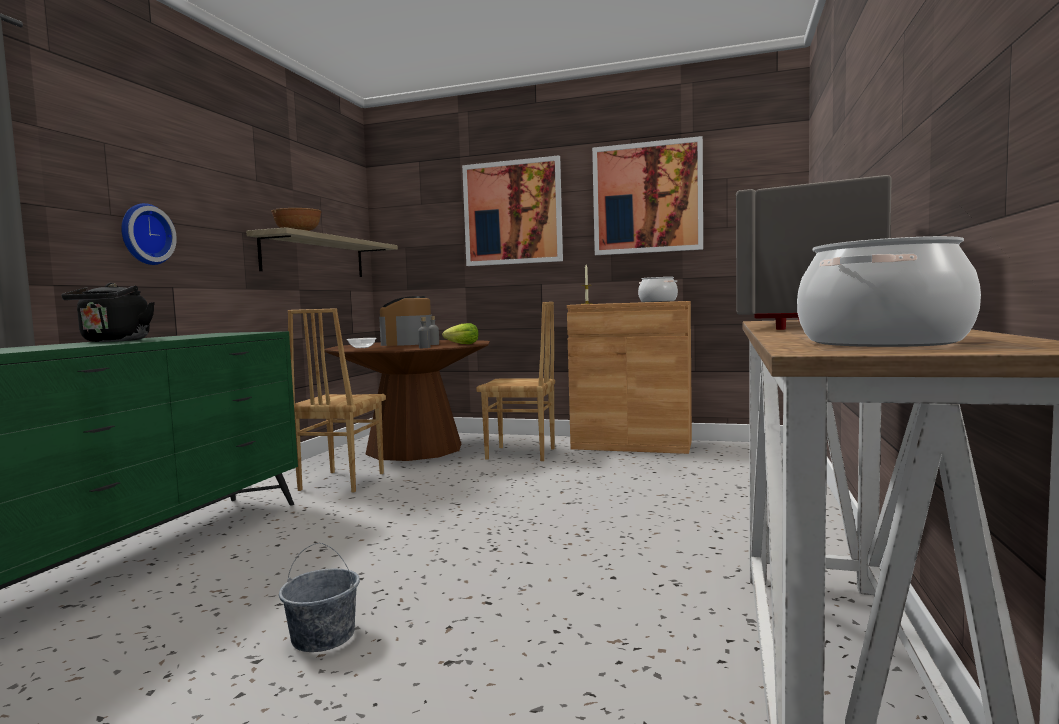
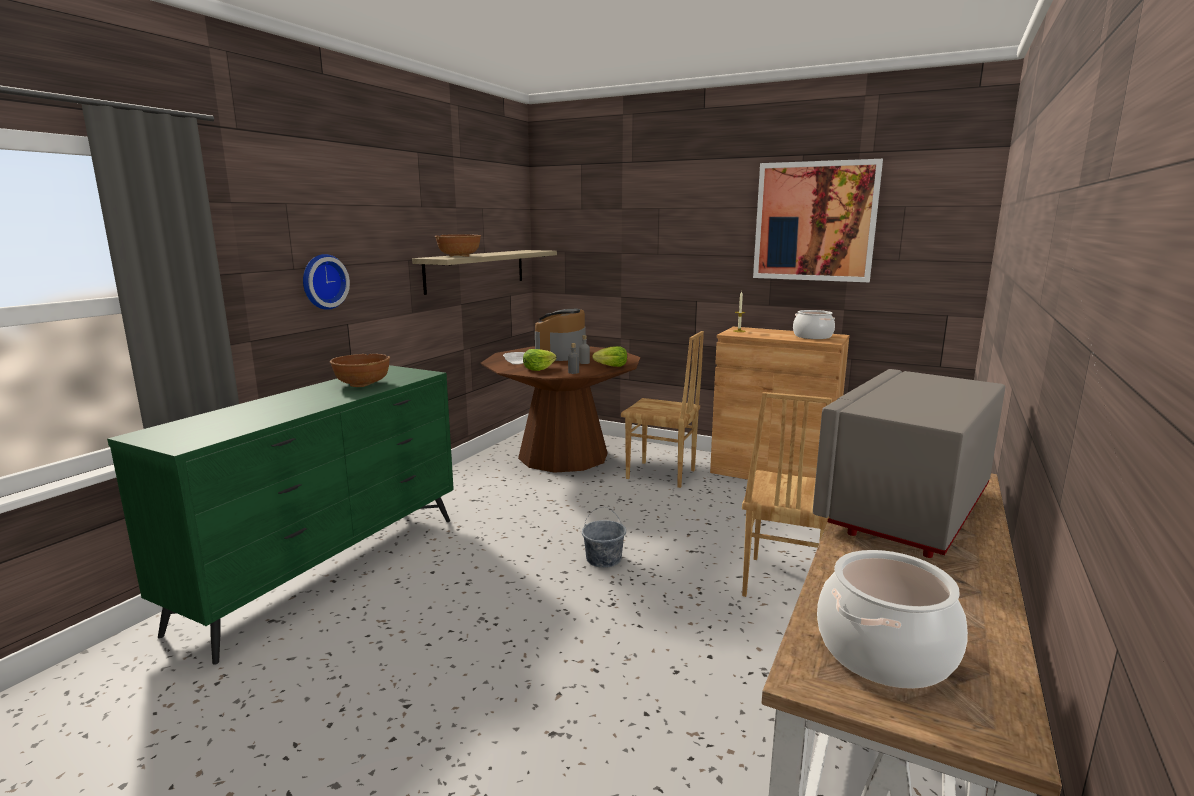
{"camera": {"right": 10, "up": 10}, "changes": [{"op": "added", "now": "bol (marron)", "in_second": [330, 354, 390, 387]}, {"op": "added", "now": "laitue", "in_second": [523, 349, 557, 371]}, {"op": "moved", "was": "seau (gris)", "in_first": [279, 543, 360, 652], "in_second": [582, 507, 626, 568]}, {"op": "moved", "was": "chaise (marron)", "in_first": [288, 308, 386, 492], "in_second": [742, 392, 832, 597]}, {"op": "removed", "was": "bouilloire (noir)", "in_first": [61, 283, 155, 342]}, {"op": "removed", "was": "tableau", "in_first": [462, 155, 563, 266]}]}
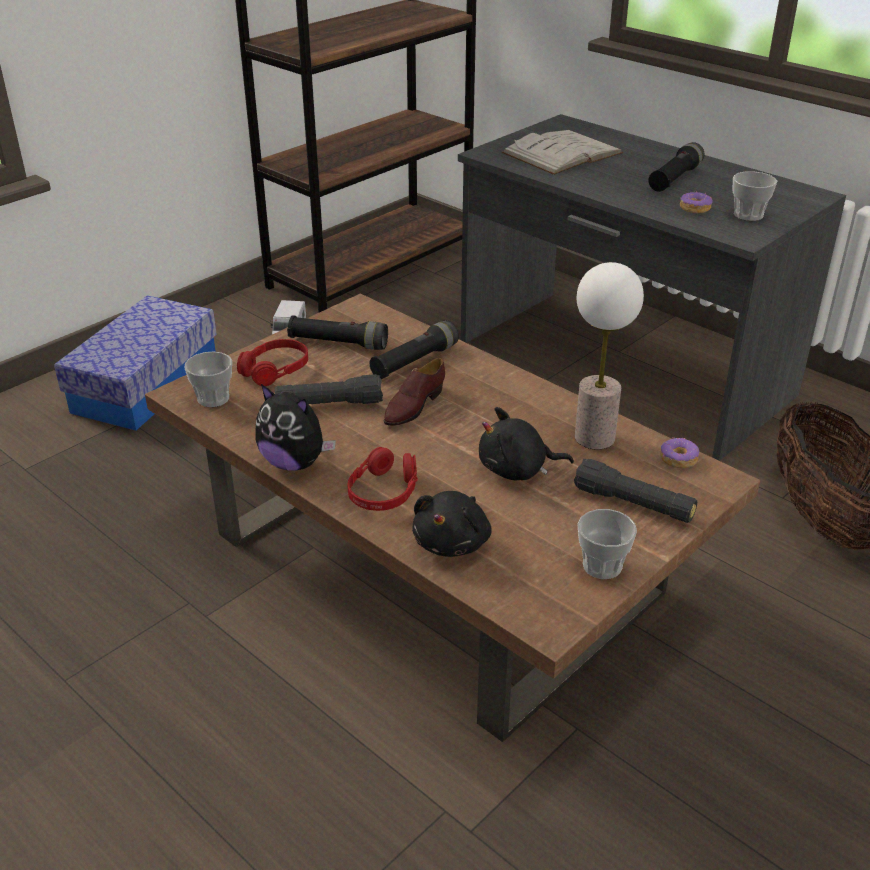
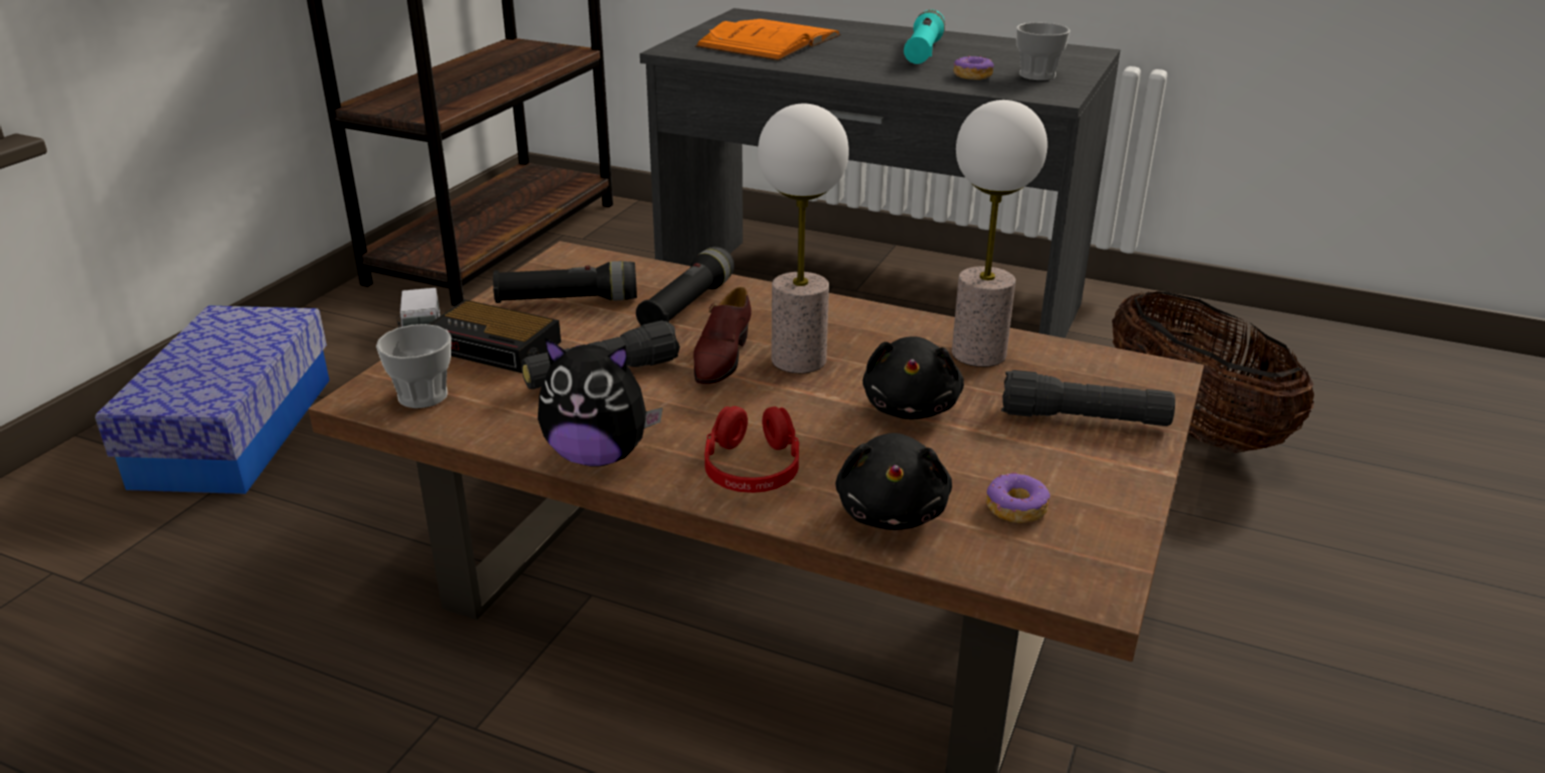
{"camera": {"right": -20, "up": -5}, "changes": [{"op": "replaced", "was": "casque audio (rouge)", "now": "réveil", "in_first": [237, 339, 308, 386], "in_second": [428, 300, 561, 373]}, {"op": "recoloured", "was": "livre (blanc)", "now": "livre (orange)", "in_first": [501, 130, 623, 175], "in_second": [695, 19, 841, 61]}, {"op": "added", "now": "lampe de table", "in_second": [758, 104, 849, 373]}, {"op": "turned", "was": "peluche (noir)", "in_first": [479, 407, 574, 480], "in_second": [863, 336, 964, 419], "clockwise": -60}, {"op": "recoloured", "was": "lampe de poche (noir)", "now": "lampe de poche (turquoise)", "in_first": [648, 142, 704, 192], "in_second": [904, 10, 945, 64]}, {"op": "moved", "was": "beignet", "in_first": [660, 437, 700, 468], "in_second": [986, 473, 1050, 523]}, {"op": "removed", "was": "tasse", "in_first": [577, 509, 637, 579]}]}
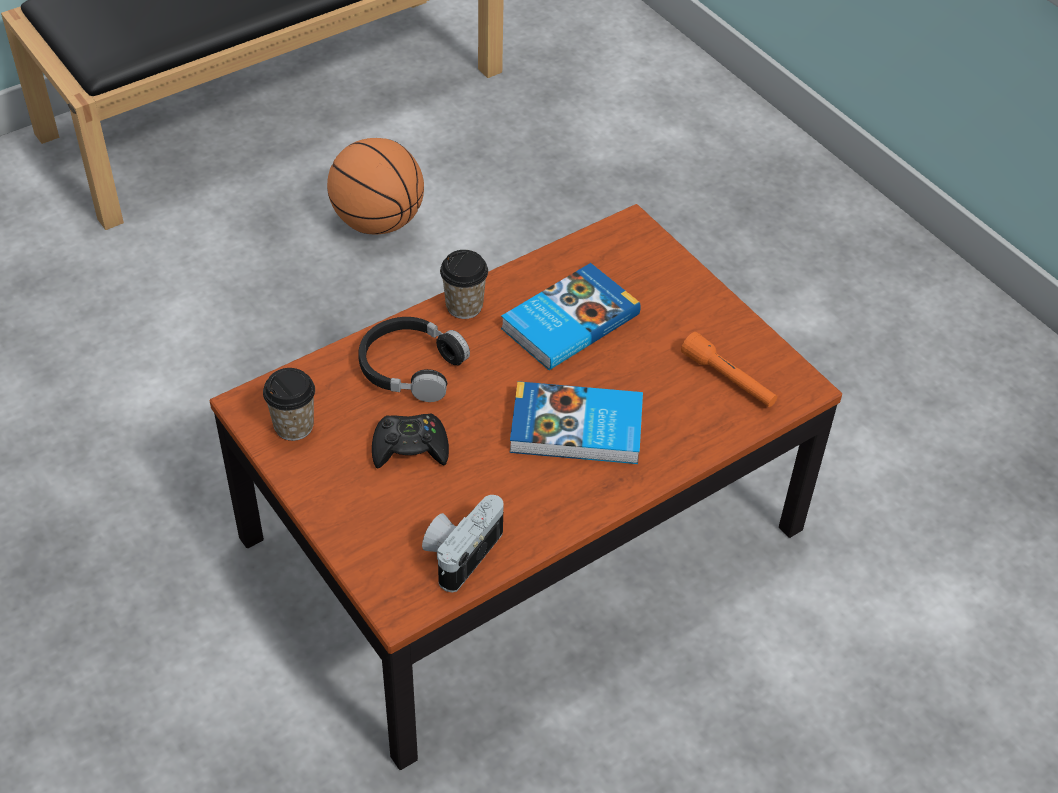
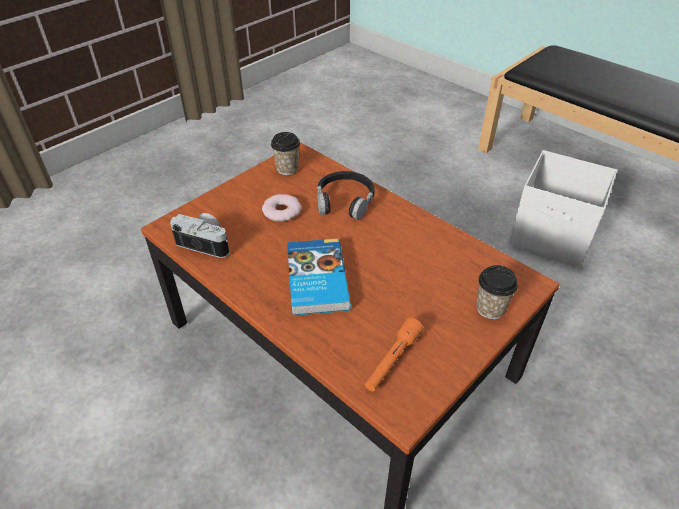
{"camera": {"right": 80, "up": -5}, "changes": [{"op": "replaced", "was": "manette (noir)", "now": "beignet", "in_first": [372, 413, 449, 469], "in_second": [262, 194, 301, 222]}, {"op": "moved", "was": "tasse", "in_first": [440, 250, 488, 319], "in_second": [476, 265, 518, 319]}, {"op": "replaced", "was": "ballon de basket", "now": "boîte de rangement (blanc)", "in_first": [327, 138, 424, 234], "in_second": [508, 150, 617, 268]}, {"op": "removed", "was": "livre", "in_first": [501, 263, 641, 370]}]}
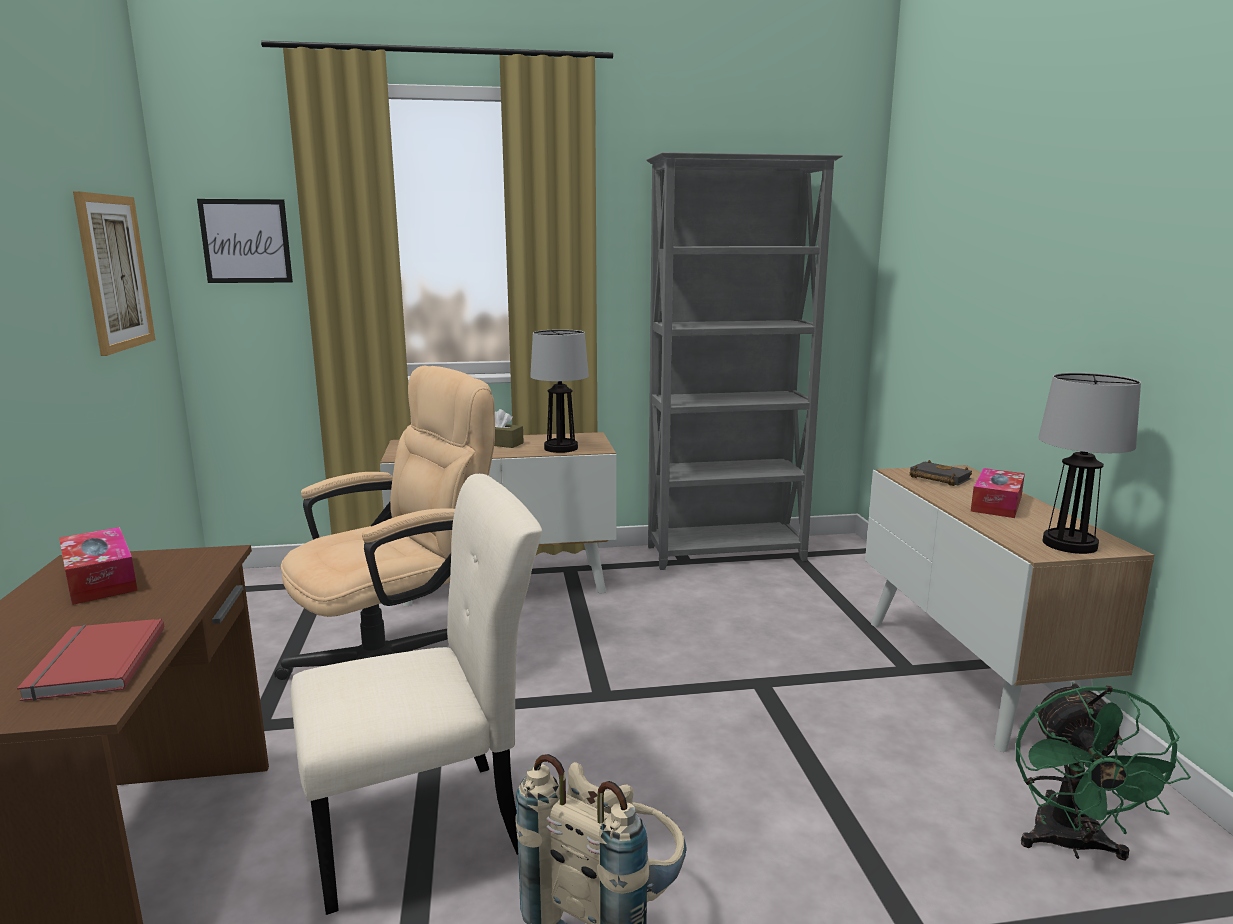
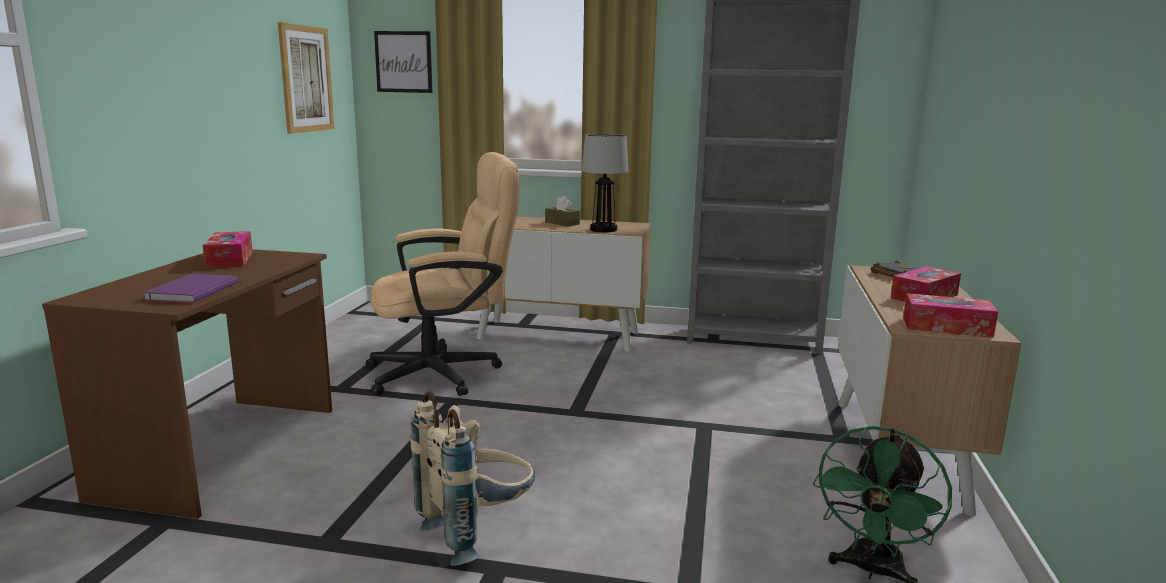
{"camera": {"right": 20, "up": 0}, "changes": [{"op": "recoloured", "was": "livre (rouge)", "now": "livre (violet)", "in_first": [17, 619, 164, 701], "in_second": [143, 273, 239, 303]}, {"op": "replaced", "was": "lampe de table", "now": "boîte à mouchoirs", "in_first": [1038, 373, 1141, 554], "in_second": [903, 293, 998, 338]}, {"op": "removed", "was": "chaise (beige)", "in_first": [291, 474, 542, 915]}]}
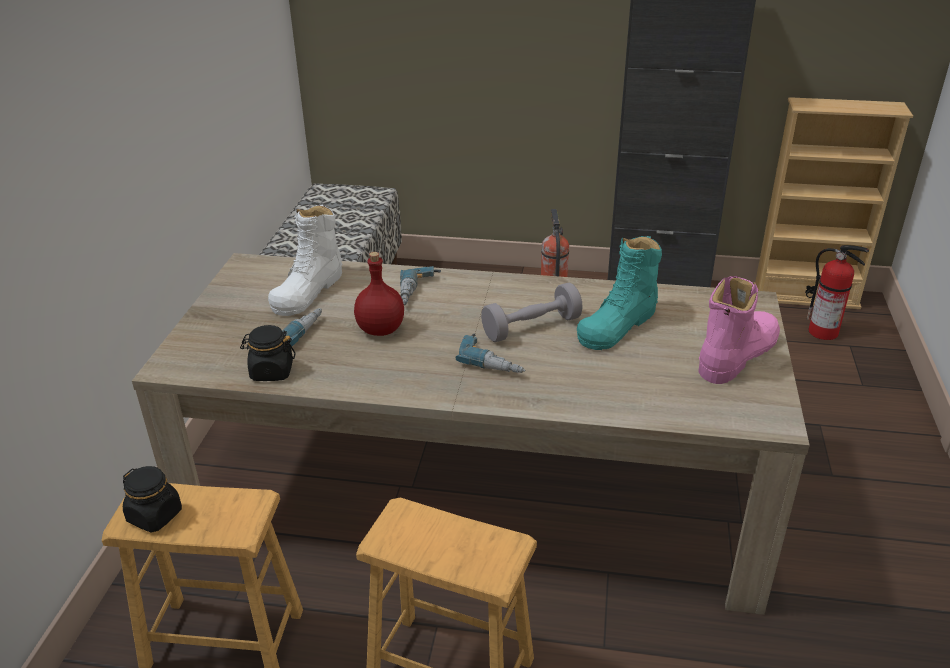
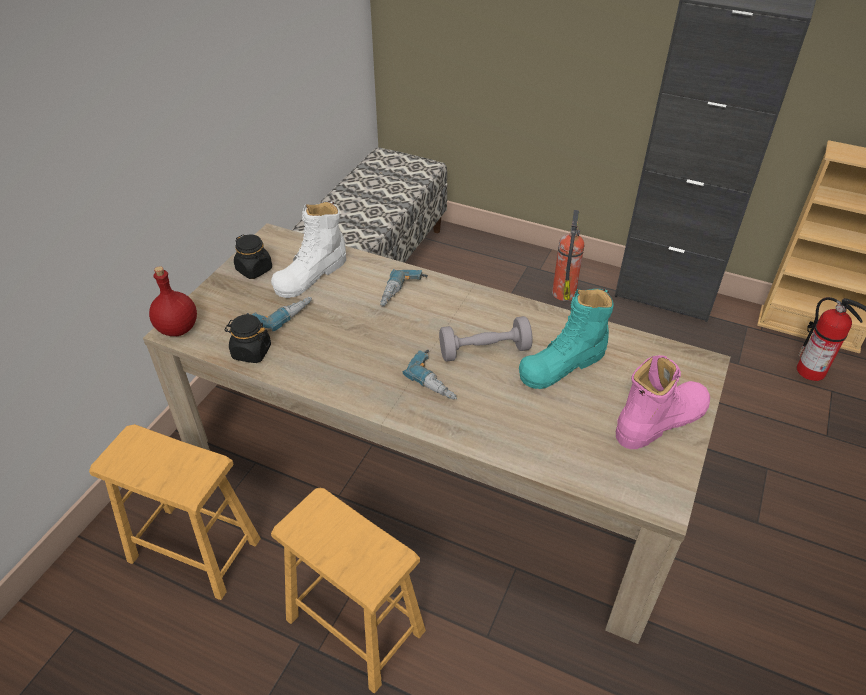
{"camera": {"right": 15, "up": 10}, "changes": [{"op": "moved", "was": "bouteille (rouge)", "in_first": [354, 252, 404, 336], "in_second": [149, 266, 197, 336]}, {"op": "moved", "was": "bocal (noir)", "in_first": [123, 466, 182, 533], "in_second": [234, 235, 272, 279]}]}
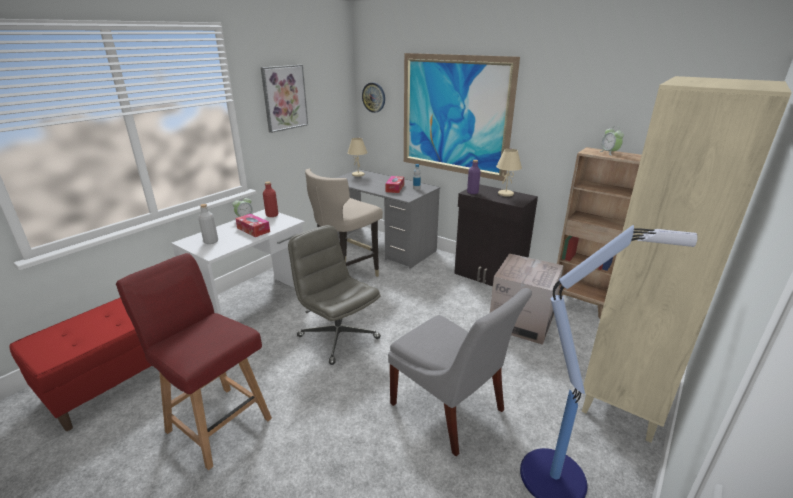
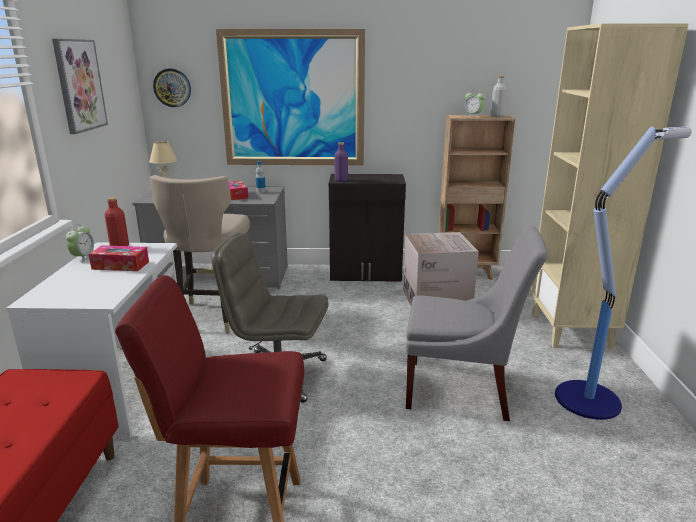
{"camera": {"right": -35, "up": -5}, "changes": [{"op": "moved", "was": "bouteille (gris)", "in_first": [198, 204, 218, 244], "in_second": [491, 76, 507, 117]}, {"op": "removed", "was": "lampe de table (beige)", "in_first": [496, 149, 522, 197]}]}
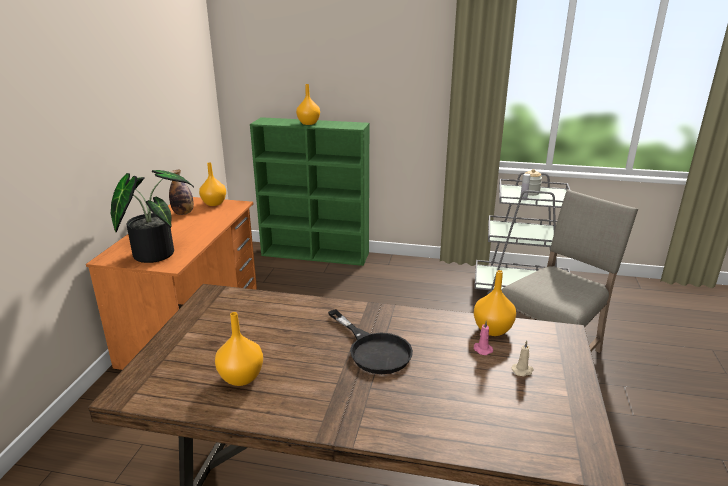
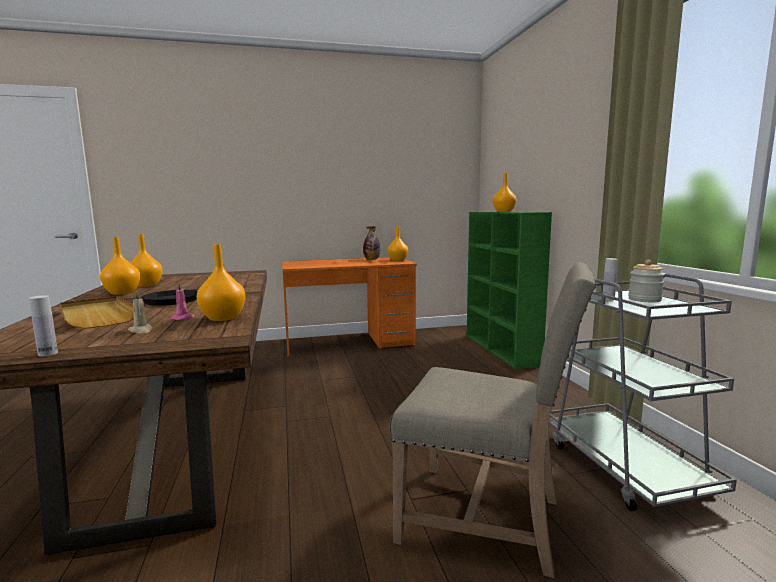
{"camera": {"right": 65, "up": -15}, "changes": [{"op": "added", "now": "bouteille (blanc)", "in_second": [29, 295, 58, 357]}, {"op": "added", "now": "plateau (beige)", "in_second": [60, 296, 134, 329]}, {"op": "added", "now": "vase (orange)", "in_second": [100, 237, 140, 295]}, {"op": "removed", "was": "plante en pot", "in_first": [111, 170, 194, 263]}]}
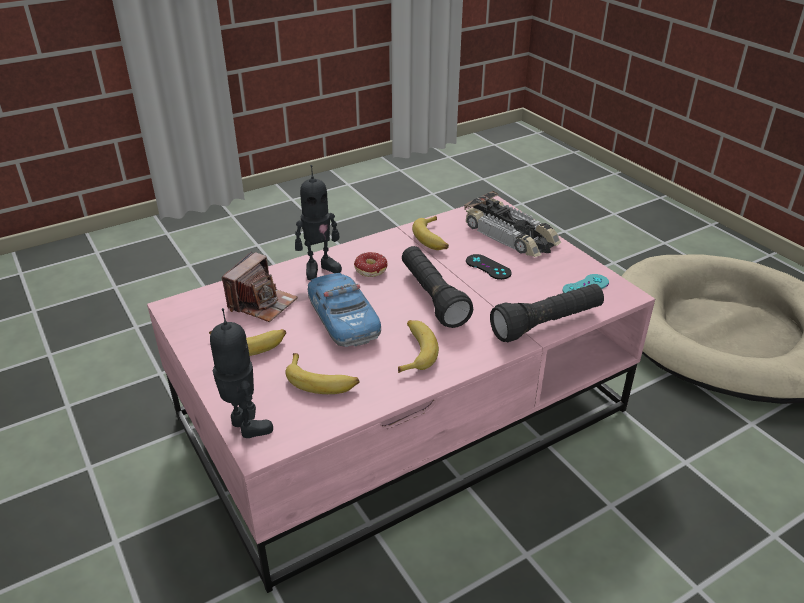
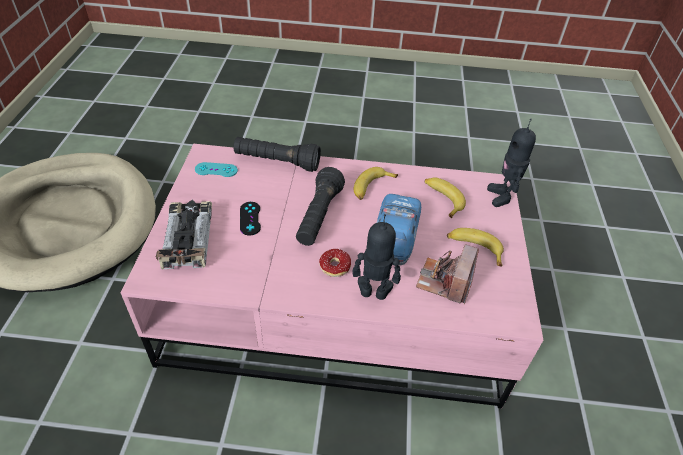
{"camera": {"right": -145, "up": 10}, "changes": [{"op": "turned", "was": "appareil photo", "in_first": [222, 252, 298, 322], "in_second": [416, 244, 479, 304], "clockwise": -45}, {"op": "removed", "was": "banane", "in_first": [412, 216, 449, 250]}]}
